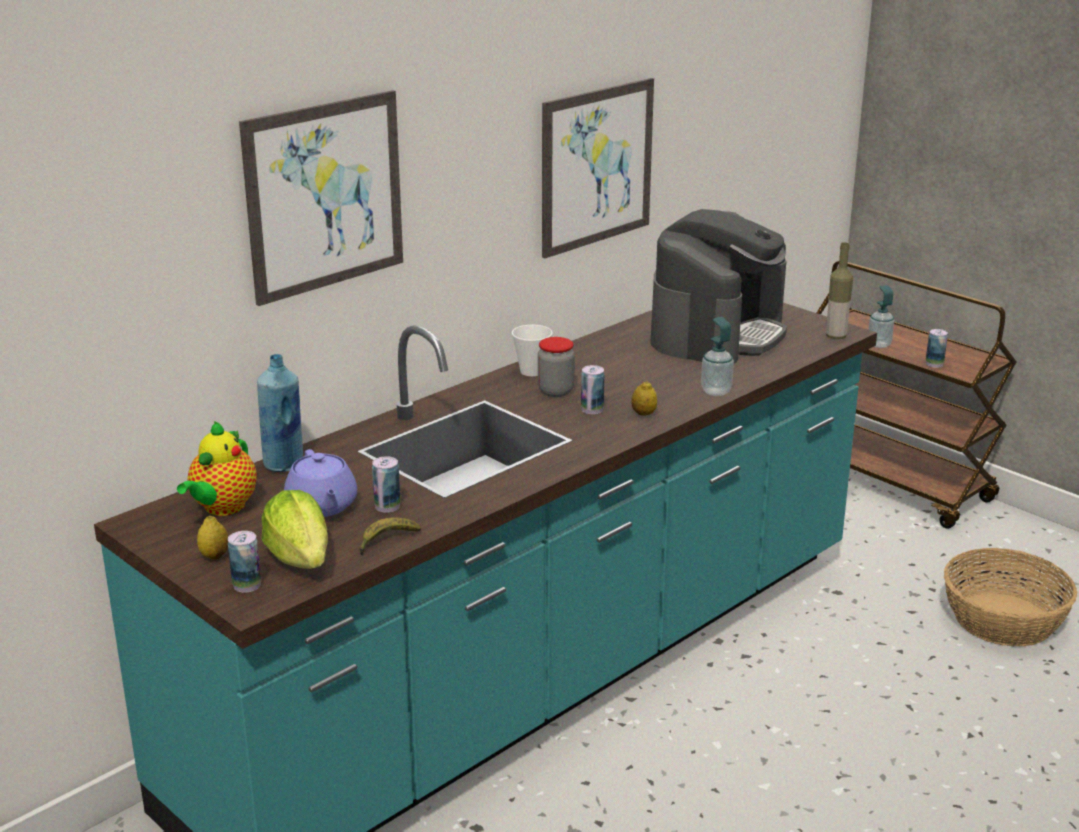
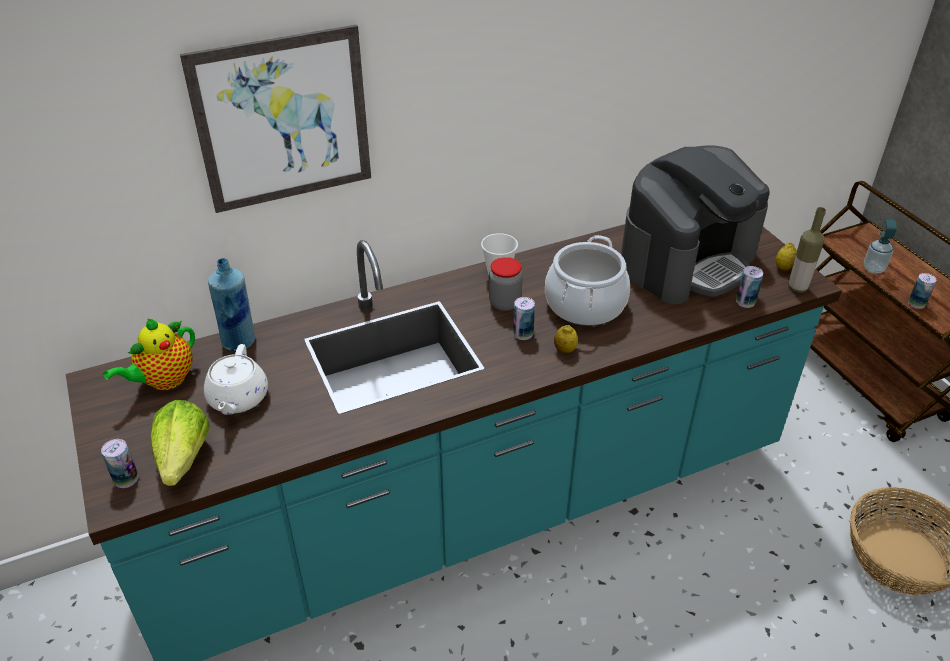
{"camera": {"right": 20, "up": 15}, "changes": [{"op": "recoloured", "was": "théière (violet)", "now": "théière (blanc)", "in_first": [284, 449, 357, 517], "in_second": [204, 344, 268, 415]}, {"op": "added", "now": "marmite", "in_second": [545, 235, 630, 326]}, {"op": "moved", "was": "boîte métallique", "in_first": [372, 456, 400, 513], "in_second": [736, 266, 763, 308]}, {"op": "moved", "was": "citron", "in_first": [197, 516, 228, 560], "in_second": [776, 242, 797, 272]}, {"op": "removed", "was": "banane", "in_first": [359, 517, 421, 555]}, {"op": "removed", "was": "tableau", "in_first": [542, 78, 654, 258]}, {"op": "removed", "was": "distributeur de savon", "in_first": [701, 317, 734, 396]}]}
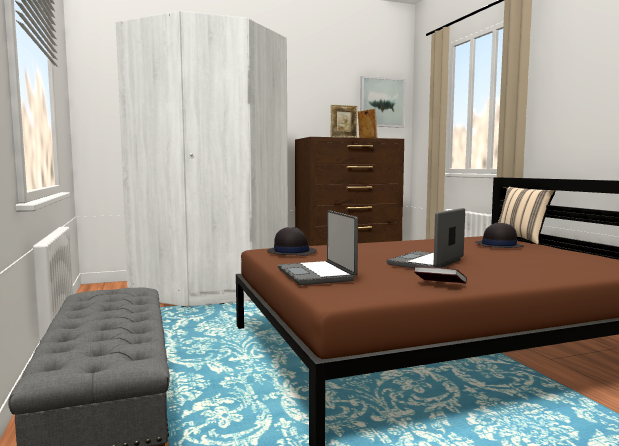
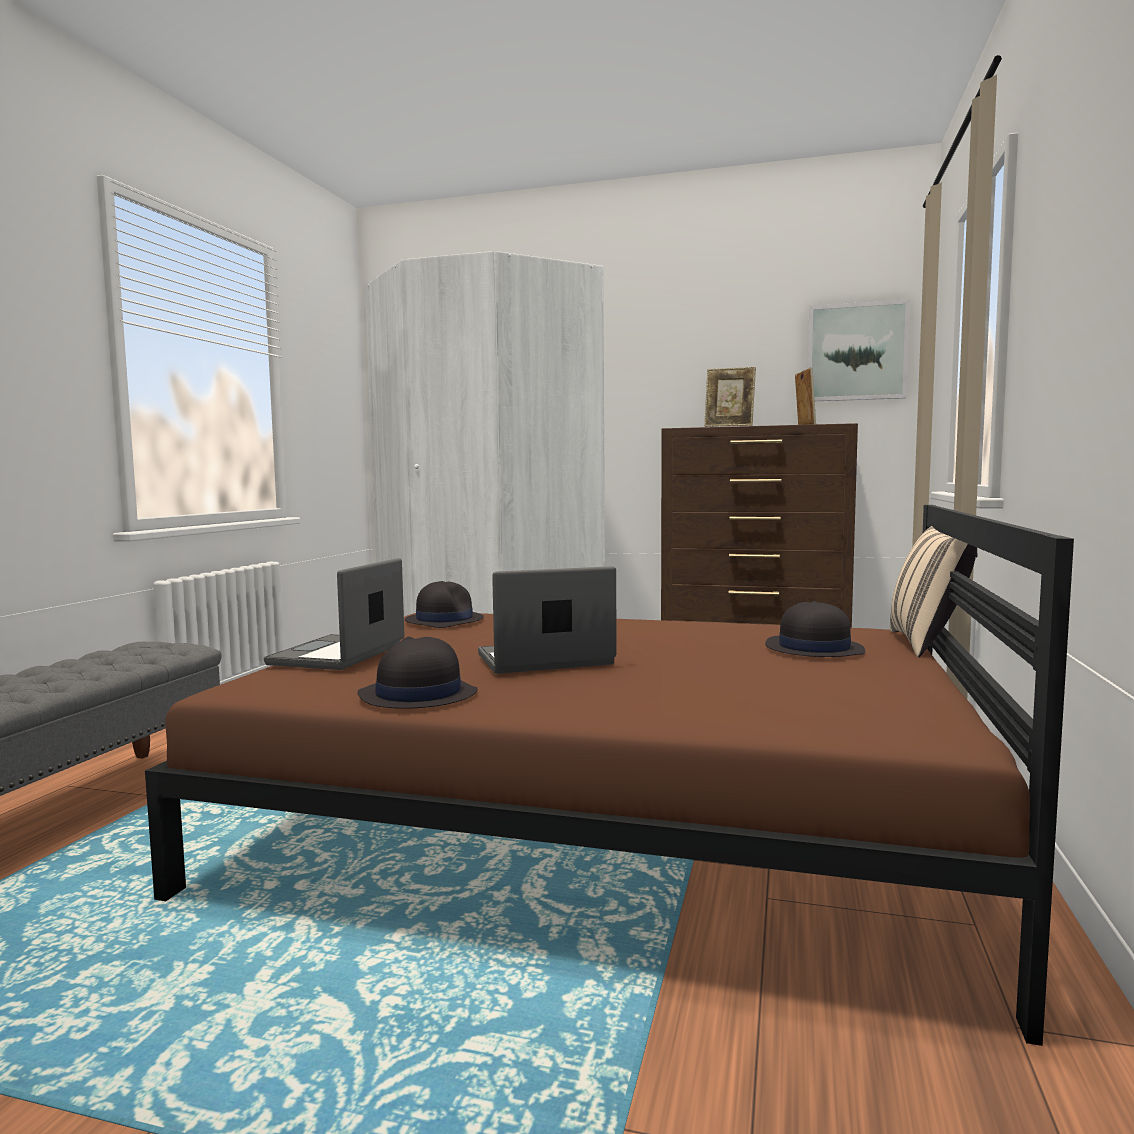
{"camera": {"right": 35, "up": 0}, "changes": [{"op": "replaced", "was": "livre", "now": "chapeau (noir)", "in_first": [414, 266, 467, 283], "in_second": [357, 637, 478, 709]}]}
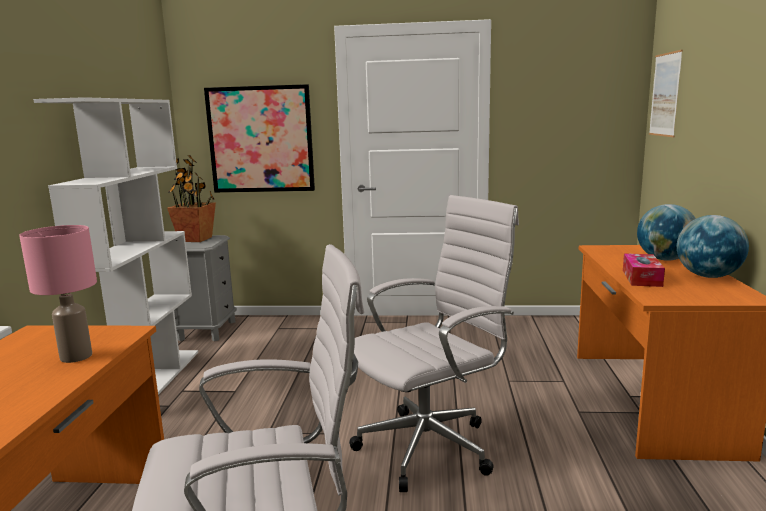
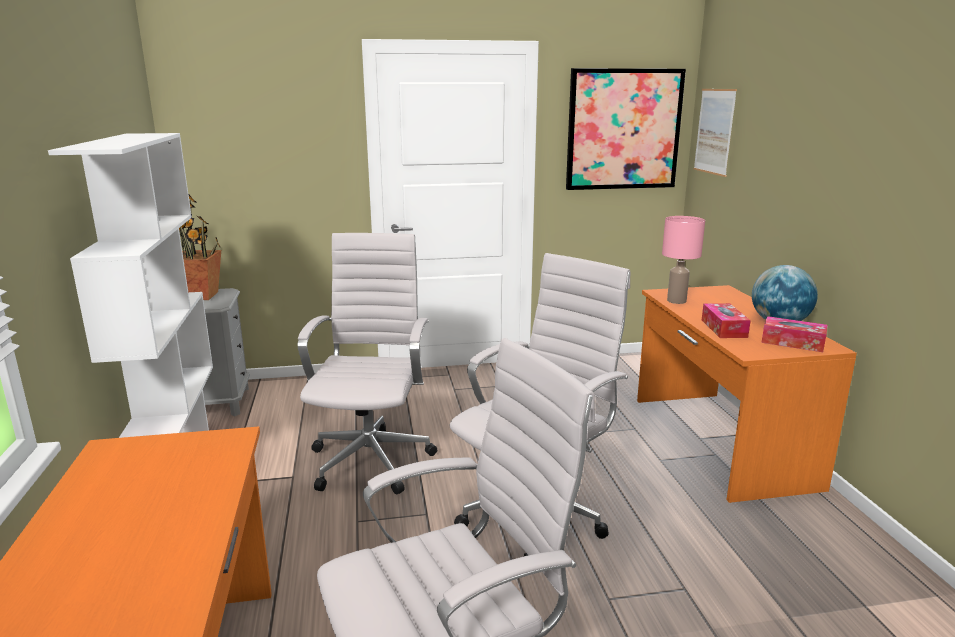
{"camera": {"right": -15, "up": 5}, "changes": [{"op": "added", "now": "chaise de bureau (blanc)", "in_second": [298, 233, 437, 494]}, {"op": "moved", "was": "tableau", "in_first": [204, 84, 315, 192], "in_second": [566, 68, 686, 190]}, {"op": "moved", "was": "lampe de table (rose)", "in_first": [19, 225, 97, 363], "in_second": [662, 216, 705, 304]}, {"op": "added", "now": "boîte à mouchoirs", "in_second": [762, 316, 828, 352]}, {"op": "removed", "was": "globe", "in_first": [637, 204, 696, 261]}]}
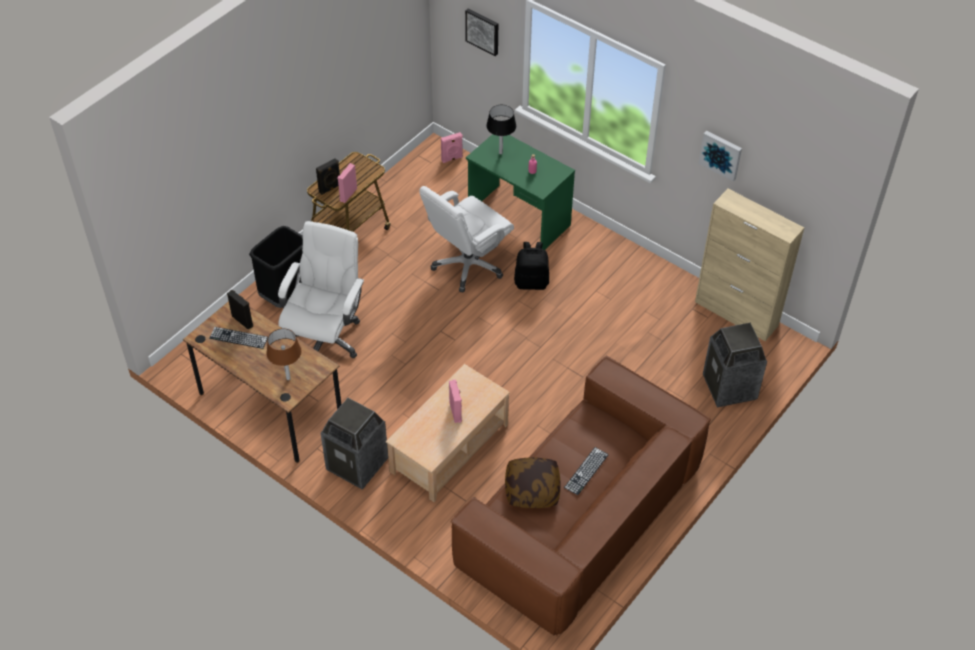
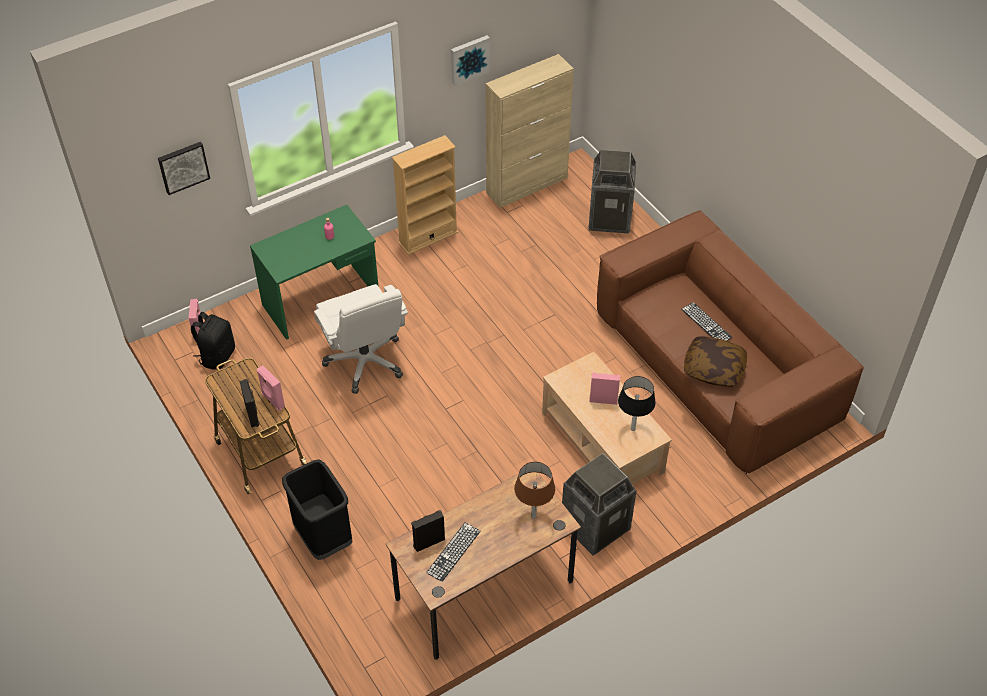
{"camera": {"right": -70, "up": 0}, "changes": [{"op": "moved", "was": "sac à dos (noir)", "in_first": [514, 242, 549, 290], "in_second": [191, 312, 235, 370]}, {"op": "added", "now": "bibliothèque (beige)", "in_second": [392, 135, 458, 255]}, {"op": "moved", "was": "lampe de table (noir)", "in_first": [486, 105, 516, 155], "in_second": [618, 376, 656, 431]}, {"op": "removed", "was": "chaise de bureau (blanc)", "in_first": [278, 221, 364, 358]}]}
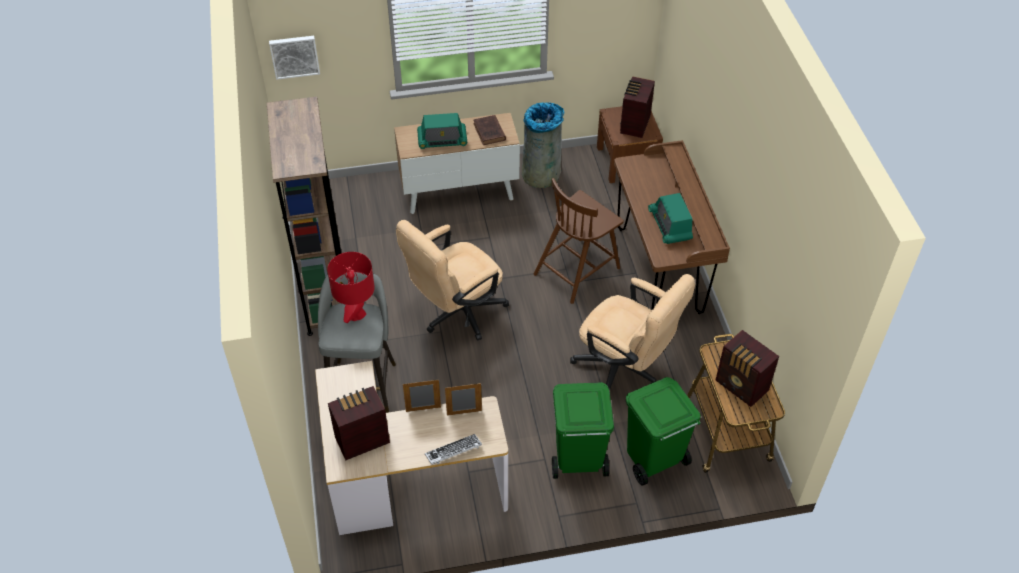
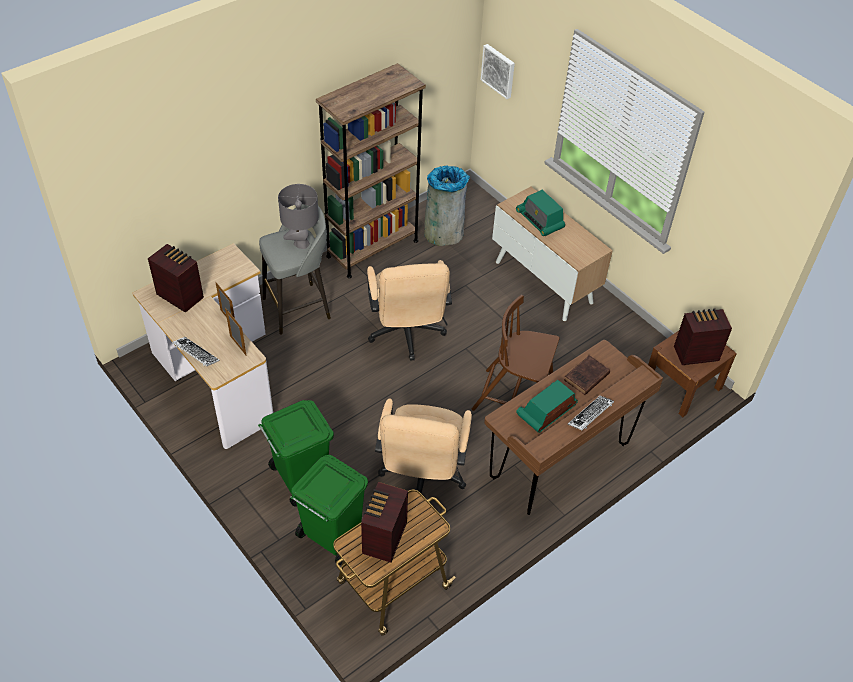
{"camera": {"right": 60, "up": 0}, "changes": [{"op": "recoloured", "was": "lampe de table (rouge)", "now": "lampe de table (gris)", "in_first": [327, 252, 375, 323], "in_second": [278, 184, 319, 249]}, {"op": "turned", "was": "chaise de bureau (beige)", "in_first": [396, 220, 509, 341], "in_second": [367, 260, 452, 361], "clockwise": -120}, {"op": "moved", "was": "poubelle (gris)", "in_first": [522, 102, 564, 188], "in_second": [424, 166, 470, 246]}, {"op": "moved", "was": "livre (marron)", "in_first": [473, 115, 506, 145], "in_second": [564, 355, 610, 395]}, {"op": "added", "now": "clavier", "in_second": [568, 396, 614, 430]}]}
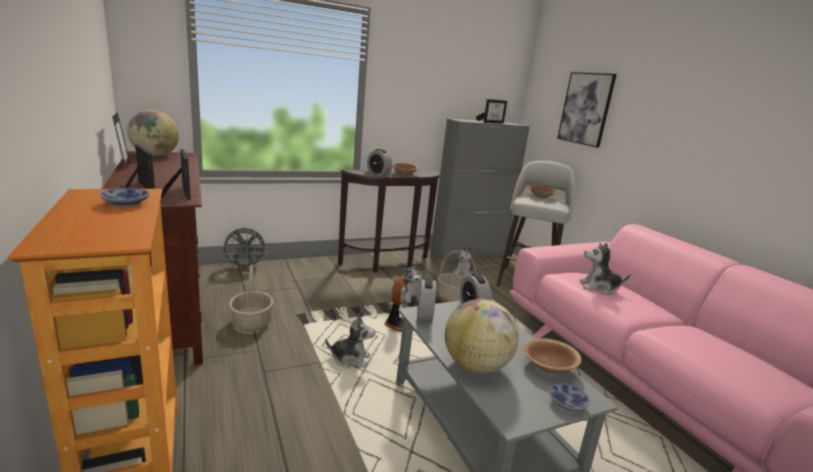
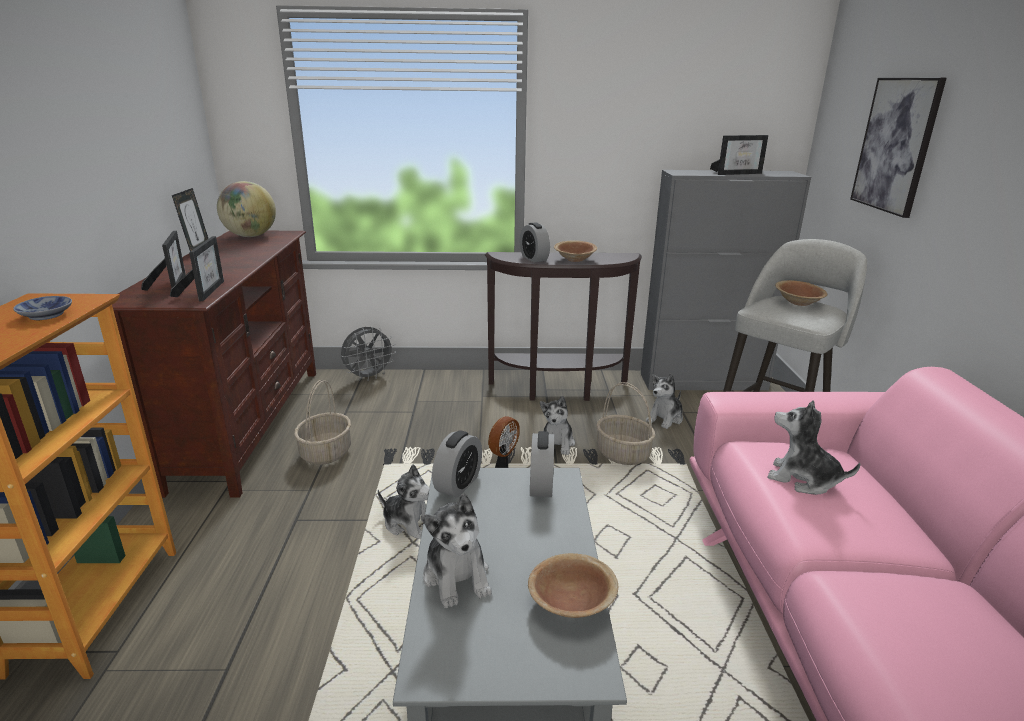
{"camera": {"right": 25, "up": 5}, "changes": [{"op": "turned", "was": "ventilateur (gris)", "in_first": [220, 228, 267, 268], "in_second": [341, 327, 396, 381], "clockwise": -45}, {"op": "replaced", "was": "globe", "now": "peluche", "in_first": [445, 299, 519, 374], "in_second": [422, 494, 492, 608]}, {"op": "removed", "was": "bol", "in_first": [550, 383, 590, 411]}]}
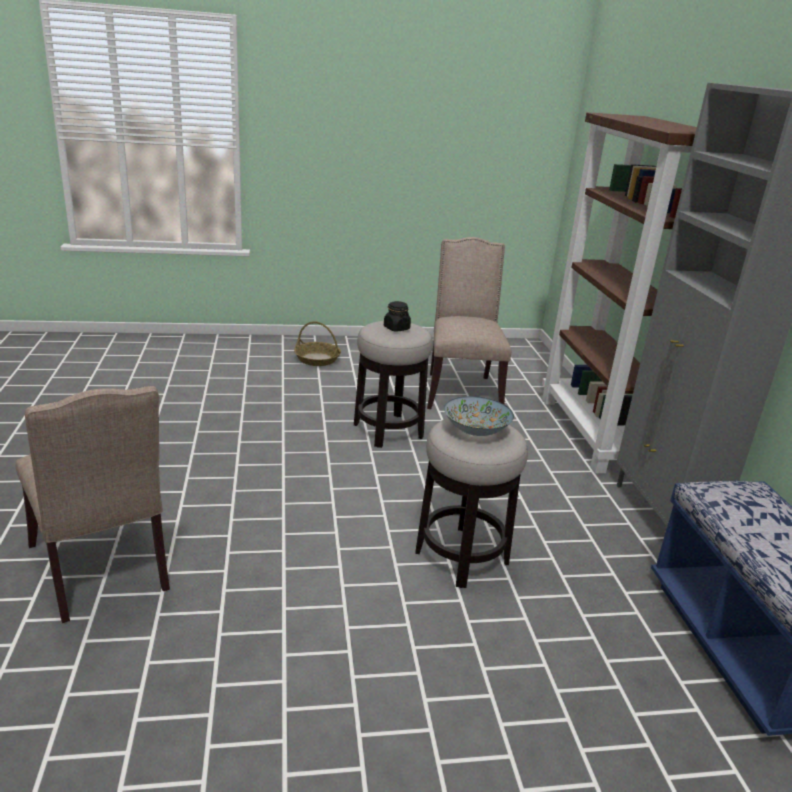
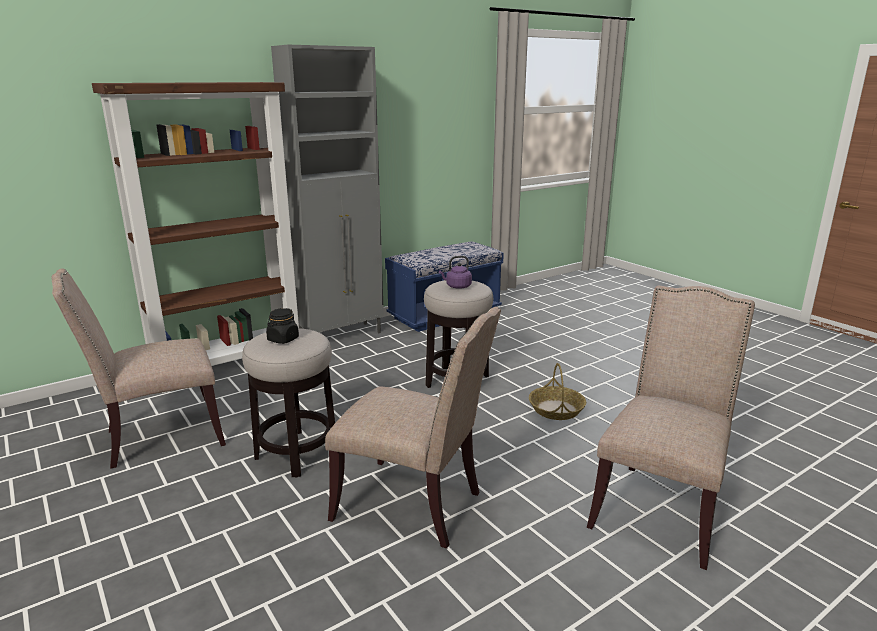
{"camera": {"right": -115, "up": -5}, "changes": [{"op": "added", "now": "chaise (beige)", "in_second": [325, 307, 501, 548]}, {"op": "replaced", "was": "bol", "now": "bouilloire (violet)", "in_first": [444, 396, 514, 436], "in_second": [439, 256, 472, 289]}, {"op": "moved", "was": "panier", "in_first": [294, 321, 341, 366], "in_second": [529, 363, 586, 420]}]}
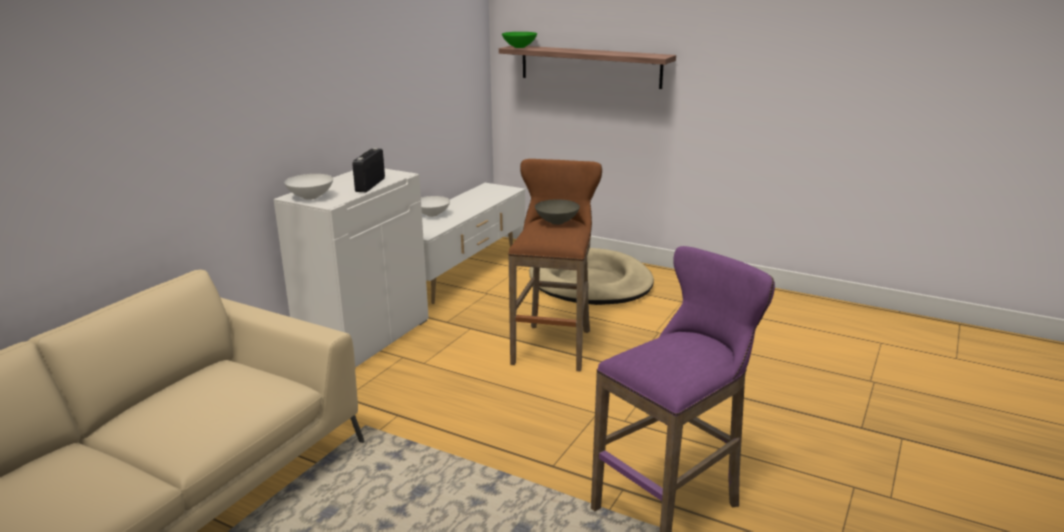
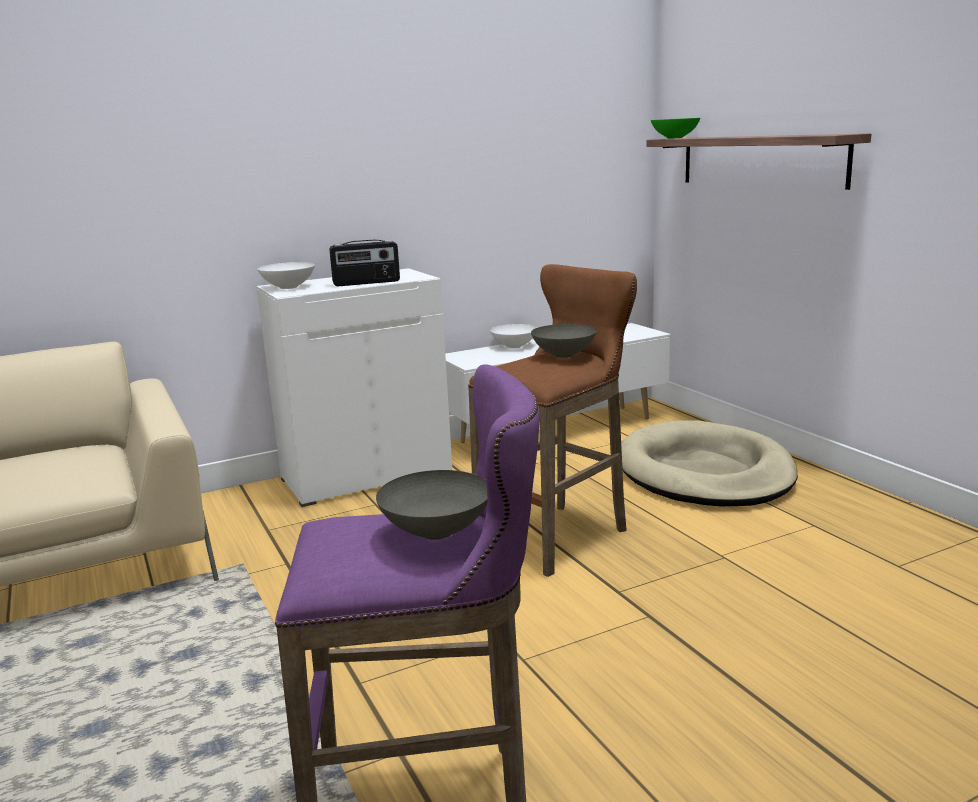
{"camera": {"right": 35, "up": -5}, "changes": [{"op": "turned", "was": "radio", "in_first": [352, 148, 385, 192], "in_second": [329, 240, 400, 286], "clockwise": -150}, {"op": "added", "now": "bol (gris)", "in_second": [376, 470, 487, 540]}]}
